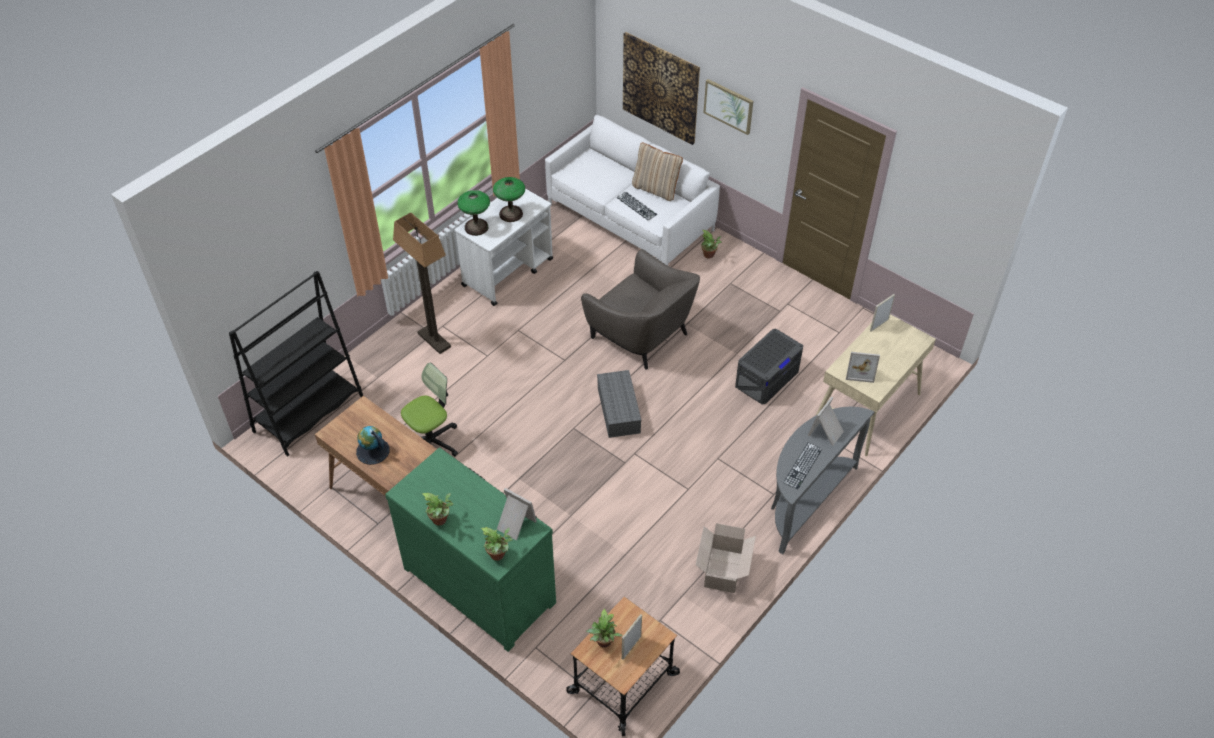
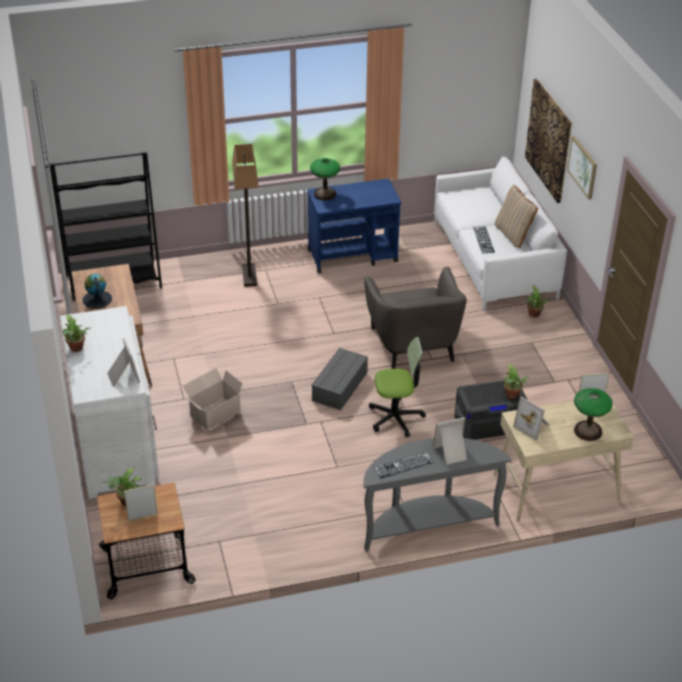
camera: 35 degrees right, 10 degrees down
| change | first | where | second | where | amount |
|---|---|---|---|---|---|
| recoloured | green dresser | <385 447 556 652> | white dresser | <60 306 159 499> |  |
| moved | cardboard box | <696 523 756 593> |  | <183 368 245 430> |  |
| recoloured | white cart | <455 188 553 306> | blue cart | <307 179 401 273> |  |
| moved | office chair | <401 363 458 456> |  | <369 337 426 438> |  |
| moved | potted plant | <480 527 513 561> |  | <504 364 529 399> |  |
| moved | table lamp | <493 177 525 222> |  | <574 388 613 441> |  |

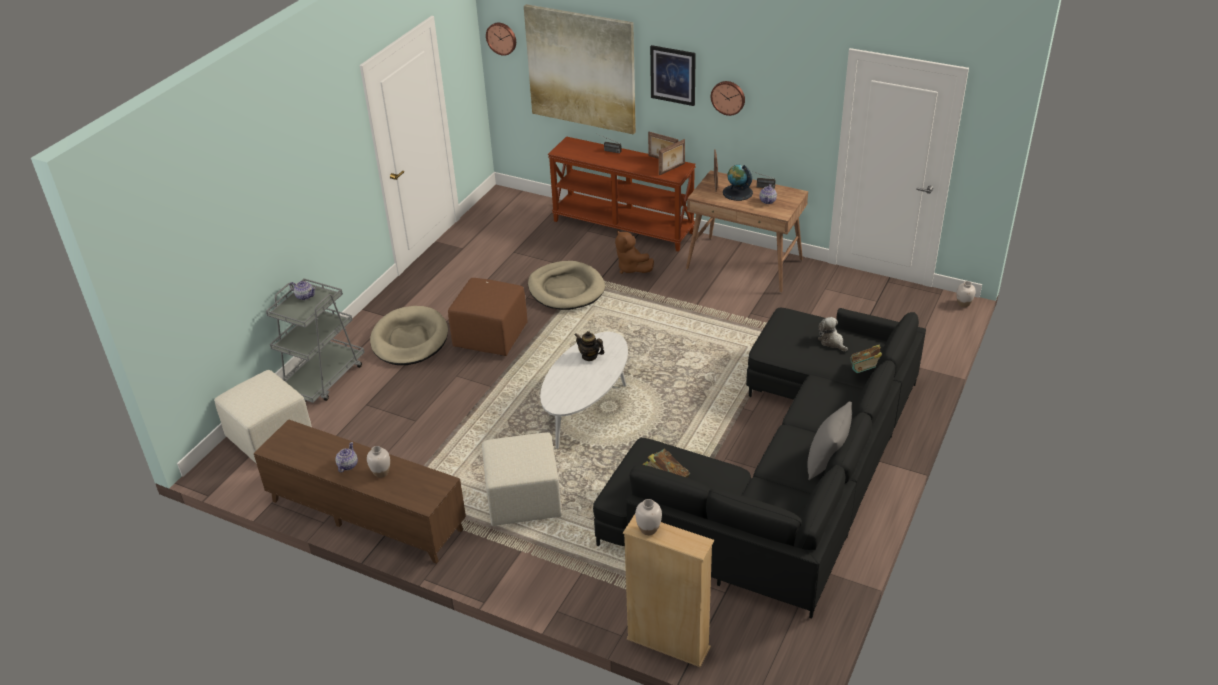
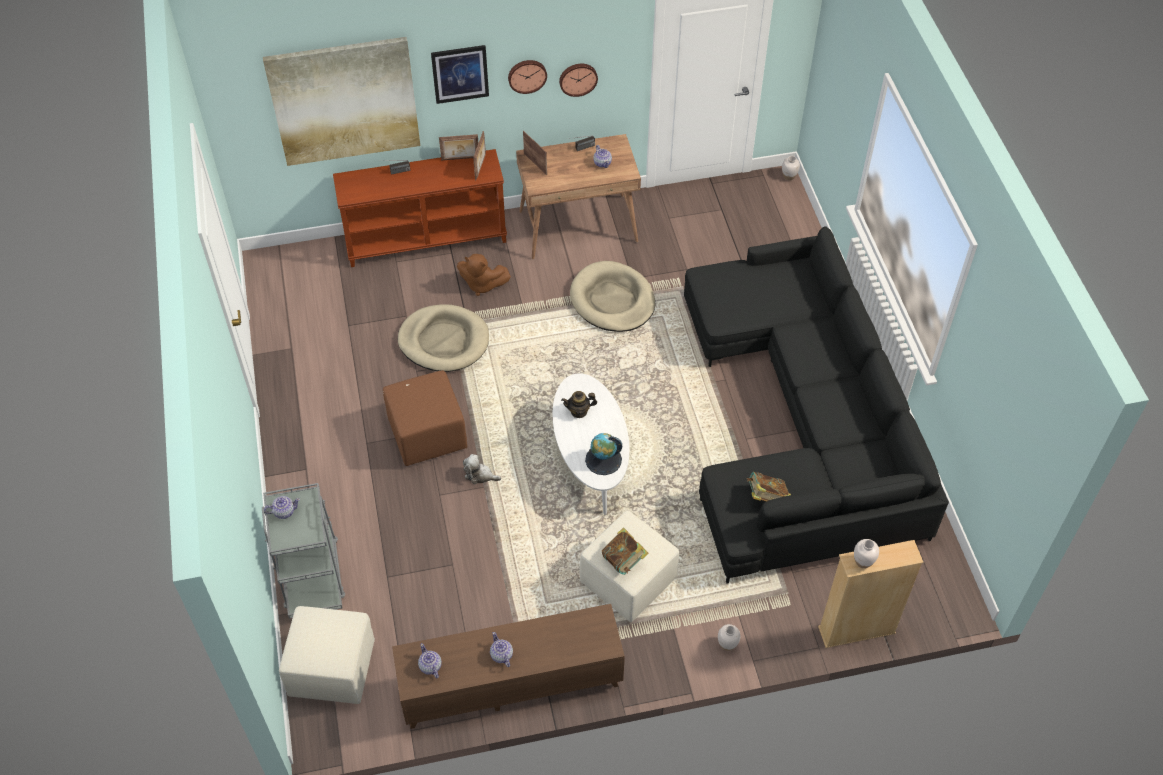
camera: 40 degrees left, 15 degrees up
| change | first | where | second | where | amount |
|---|---|---|---|---|---|
| added |  |  | teapot | <418 643 442 679> |  |
| moved | plush toy | <818 317 848 351> |  | <463 454 501 484> |  |
| moved | wall clock | <486 23 516 56> |  | <559 64 598 97> |  |
| moved | beige dog bed | <370 306 448 365> |  | <570 261 655 332> |  |
| moved | globe | <723 165 753 201> |  | <585 433 622 475> |  |
| moved | book | <851 344 882 373> |  | <602 527 649 575> |  |
| moved | white vase | <367 446 390 478> |  | <718 624 741 651> |  |
| removed | grey pillow | <808 401 852 480> |  |  |  |

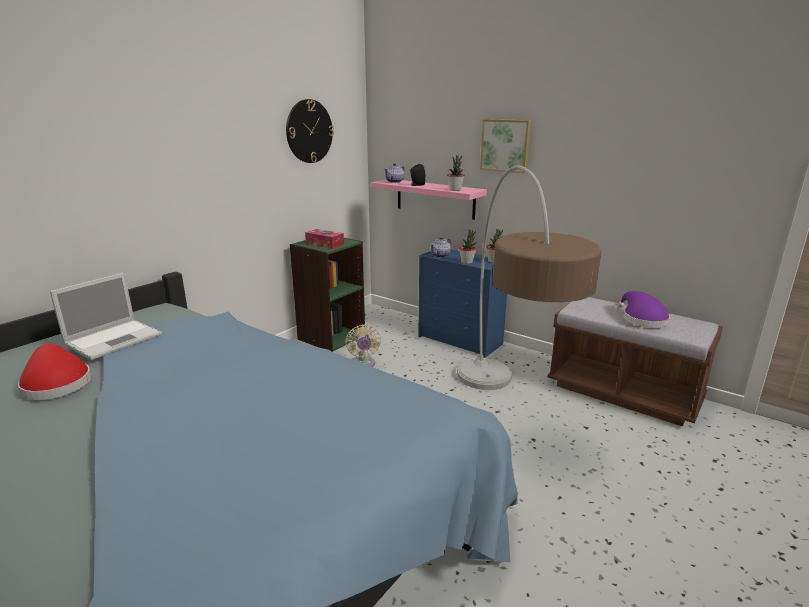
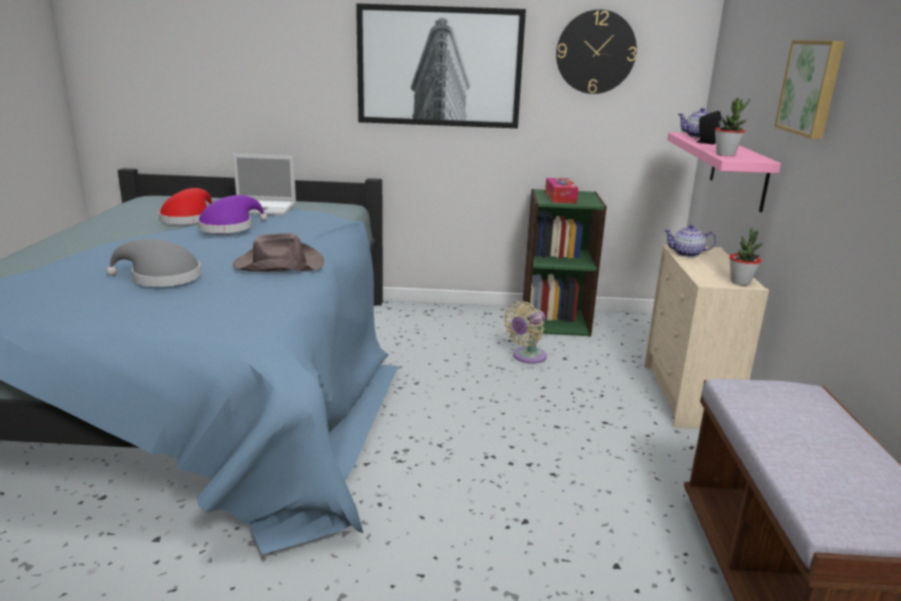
camera: 55 degrees right, 0 degrees up
| change | first | where | second | where | amount |
|---|---|---|---|---|---|
| added |  |  | grey hat | <106 239 201 287> |  |
| moved | purple hat | <618 291 670 328> |  | <198 195 268 233> |  |
| added |  |  | brown hat | <233 233 324 272> |  |
| added |  |  | picture | <356 3 526 128> |  |
| recoloured | blue dresser | <418 250 507 358> | beige dresser | <644 245 769 429> |  |
| removed | floor lamp | <457 166 602 390> |  |  |  |
| removed | potted plant | <459 230 477 264> |  |  |  |

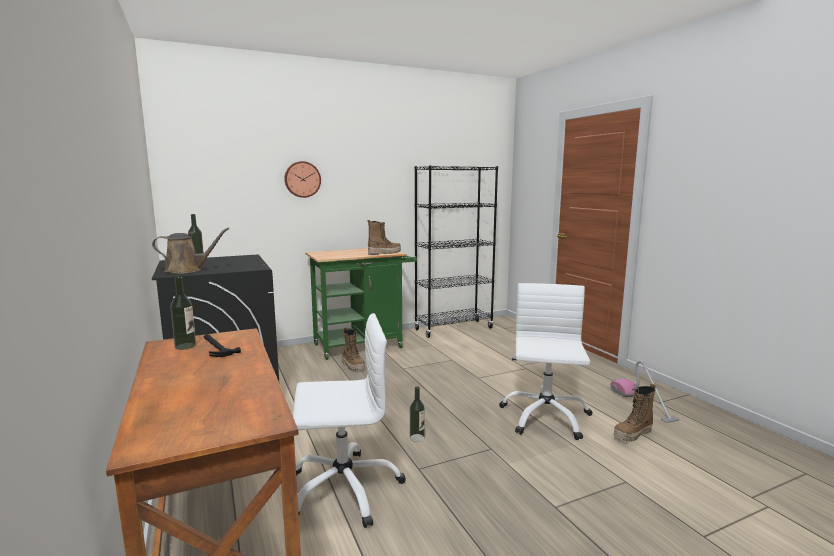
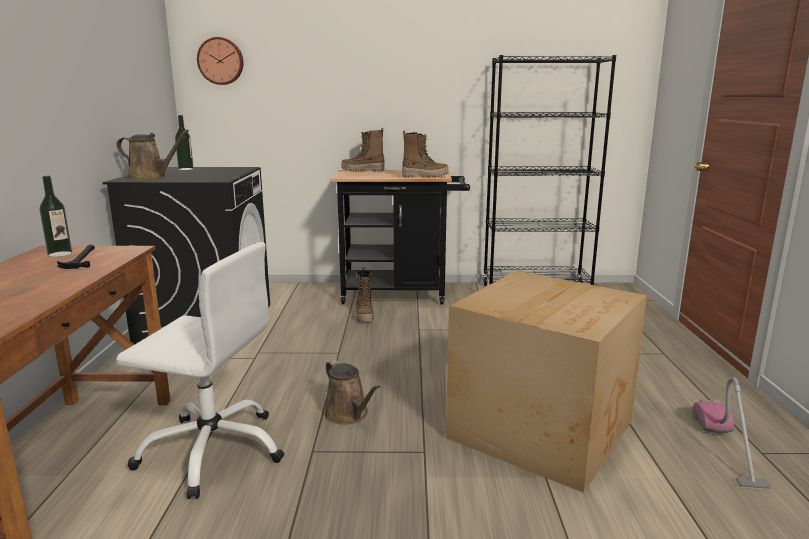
camera: 25 degrees right, 5 degrees up
| change | first | where | second | where | amount |
|---|---|---|---|---|---|
| moved | wall clock | <284 161 321 198> |  | <197 37 243 85> |  |
| replaced | bottle | <410 386 425 442> | brown watering can | <324 360 380 425> |  |
| recoloured | green cart | <305 248 417 360> | black cart | <331 170 470 304> |  |
| moved | boot | <614 383 656 442> |  | <341 128 385 172> |  |
| replaced | white office chair | <499 283 593 440> | cardboard box | <446 271 647 493> |  |

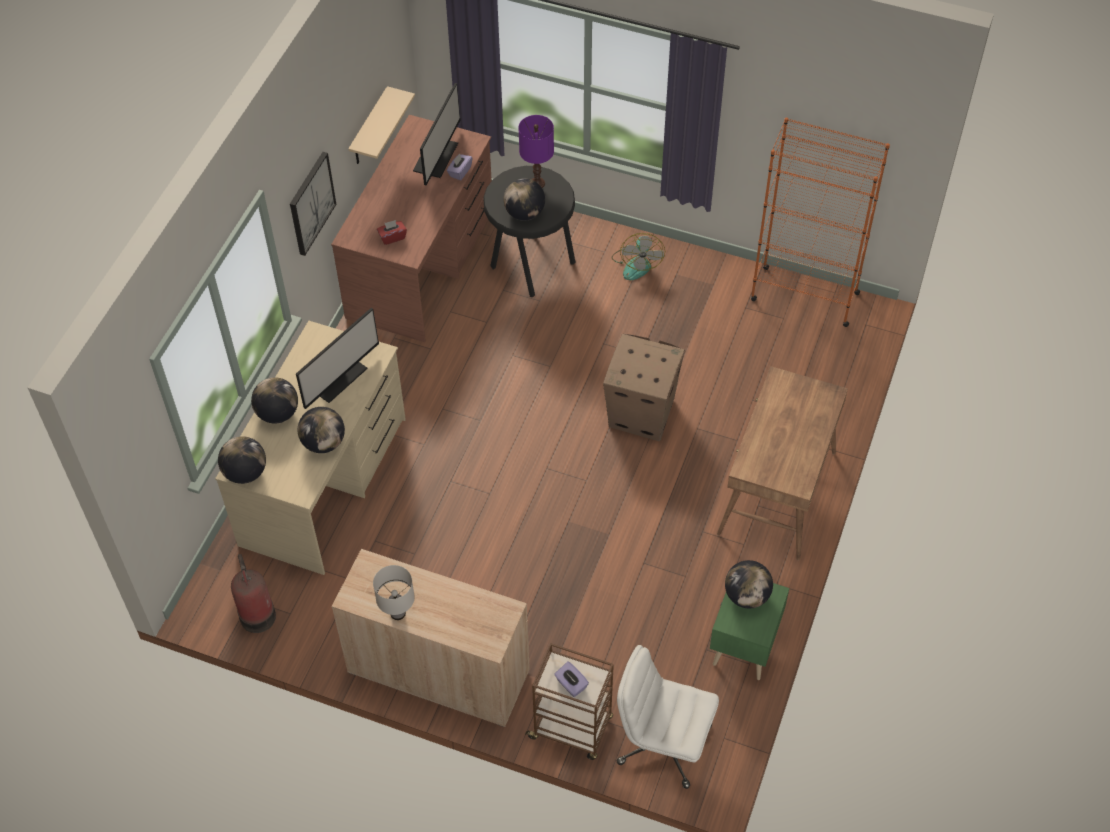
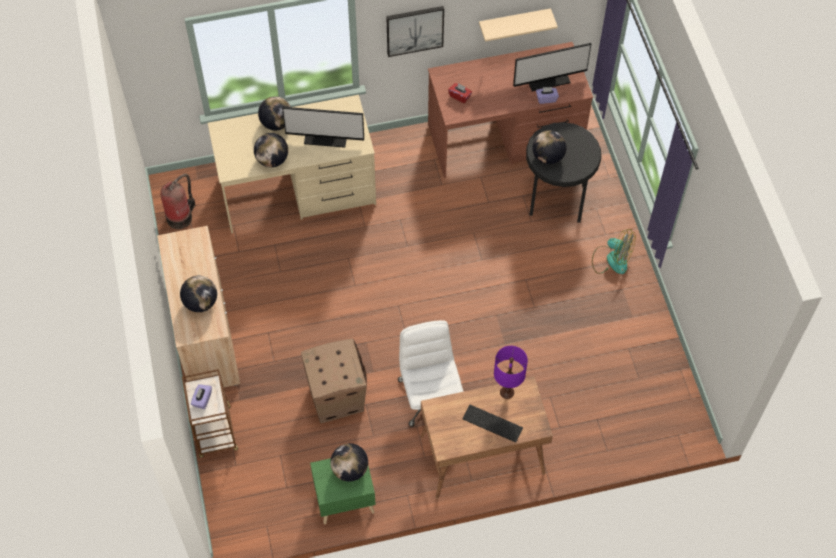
camera: 55 degrees right, 5 degrees up
| change | first | where | second | where | amount |
|---|---|---|---|---|---|
| moved | globe | <218 436 266 484> |  | <180 276 217 312> |  |
| moved | cardboard box | <603 334 685 441> |  | <301 338 367 423> |  |
| moved | white office chair | <617 645 719 789> |  | <398 320 464 427> |  |
| added |  |  | keyboard | <462 405 523 443> |  |
| moved | purple table lamp | <518 115 554 188> |  | <494 346 528 399> |  |
| turned | fan | <612 233 665 280> |  | <592 229 636 274> | 120 degrees counterclockwise |
| removed | white table lamp | <373 565 415 620> |  |  |  |
| removed | orange bookcase | <751 117 890 327> |  |  |  |

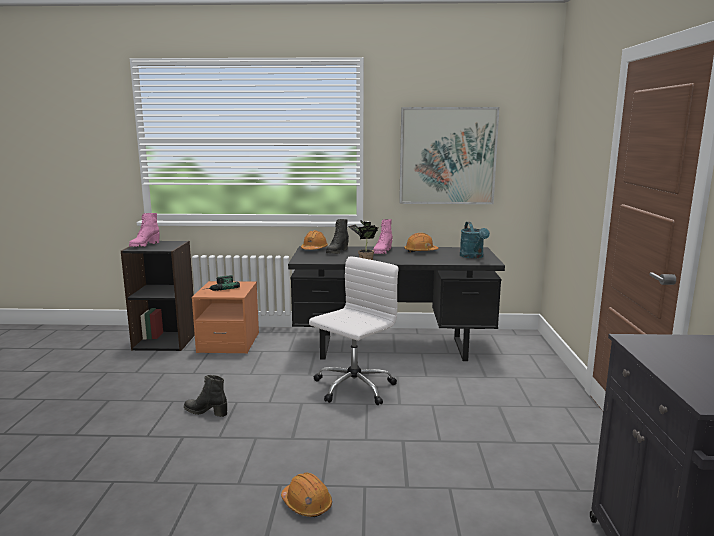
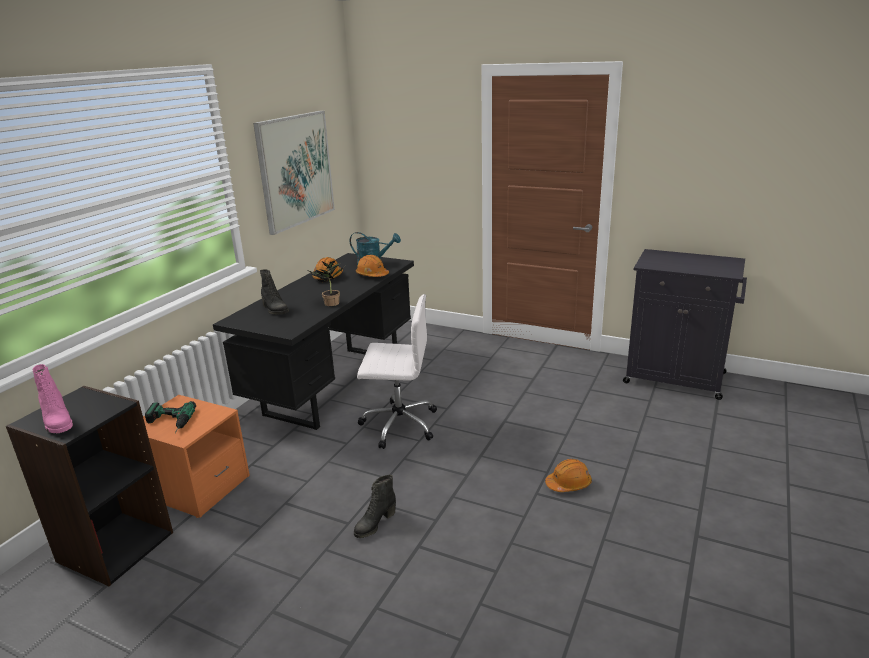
camera: 65 degrees left, 10 degrees up
| change | first | where | second | where | amount |
|---|---|---|---|---|---|
| moved | orange hard hat | <301 230 328 250> |  | <356 255 389 277> |  |
| turned | white office chair | <309 256 398 405> |  | <357 294 437 449> | 120 degrees clockwise |
| removed | pink boot | <373 219 393 254> |  |  |  |

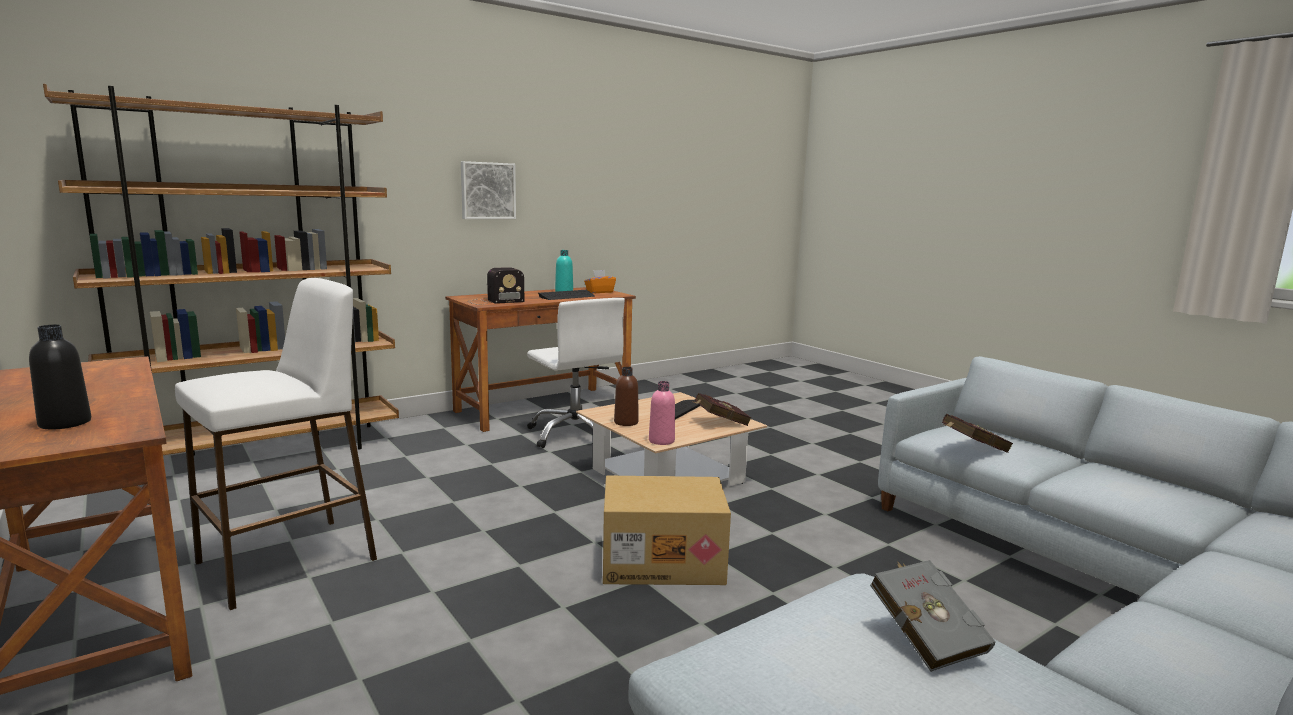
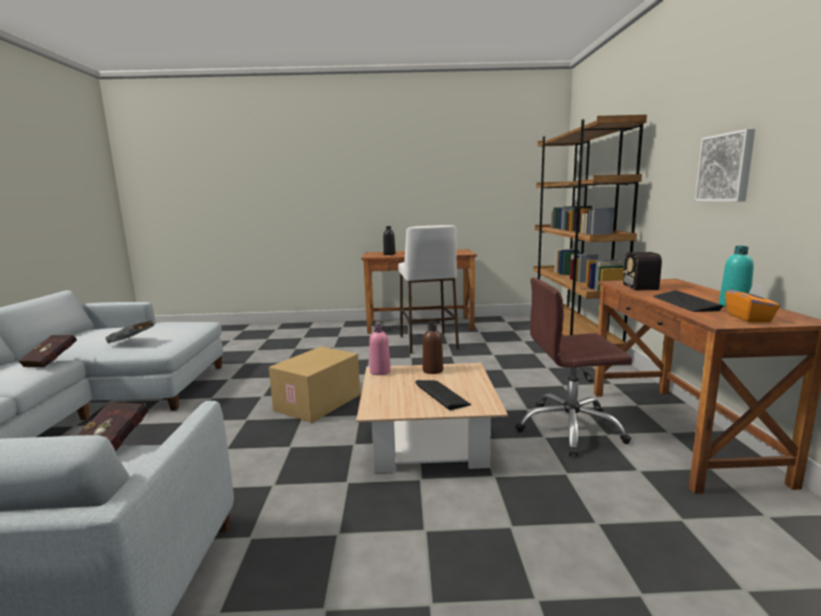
camera: 125 degrees right, 0 degrees up
| change | first | where | second | where | amount |
|---|---|---|---|---|---|
| moved | red book | <691 393 751 426> |  | <18 335 77 367> |  |
| recoloured | white office chair | <527 298 625 448> | brown office chair | <515 278 632 457> |  |

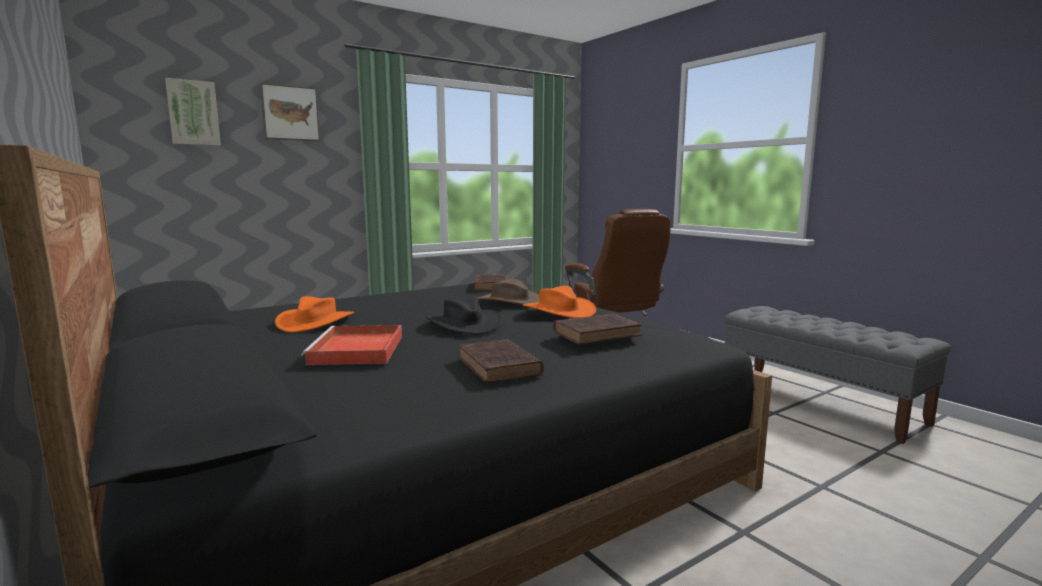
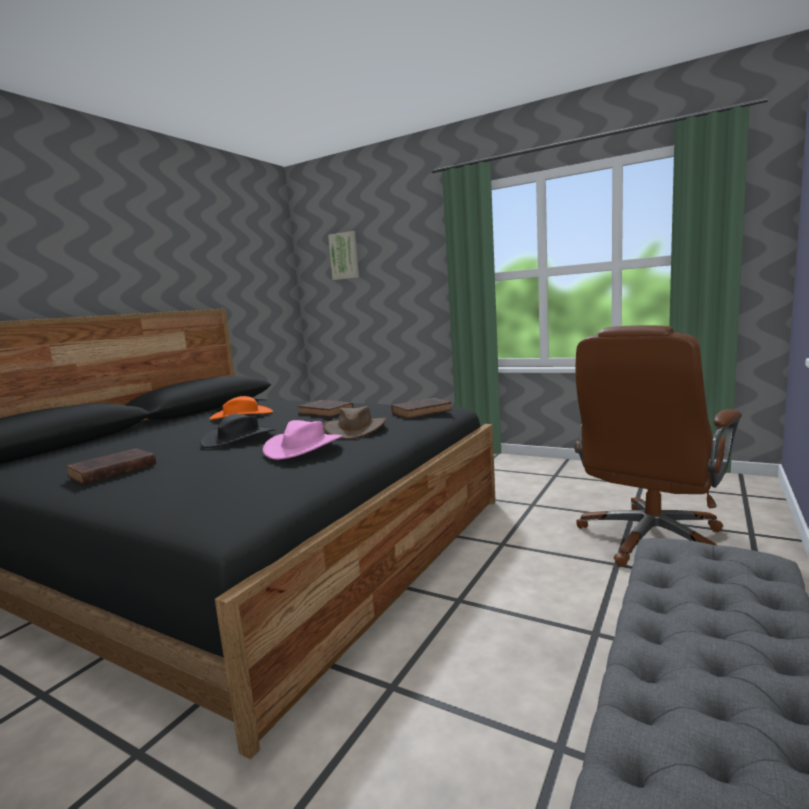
camera: 65 degrees right, 0 degrees up
| change | first | where | second | where | amount |
|---|---|---|---|---|---|
| recoloured | orange hat | <523 286 596 318> | pink hat | <263 420 342 460> |  |
| moved | brown book | <554 314 642 344> |  | <297 400 354 417> |  |
| removed | picture | <260 83 320 141> |  |  |  |
| removed | red tray | <301 325 402 365> |  |  |  |

